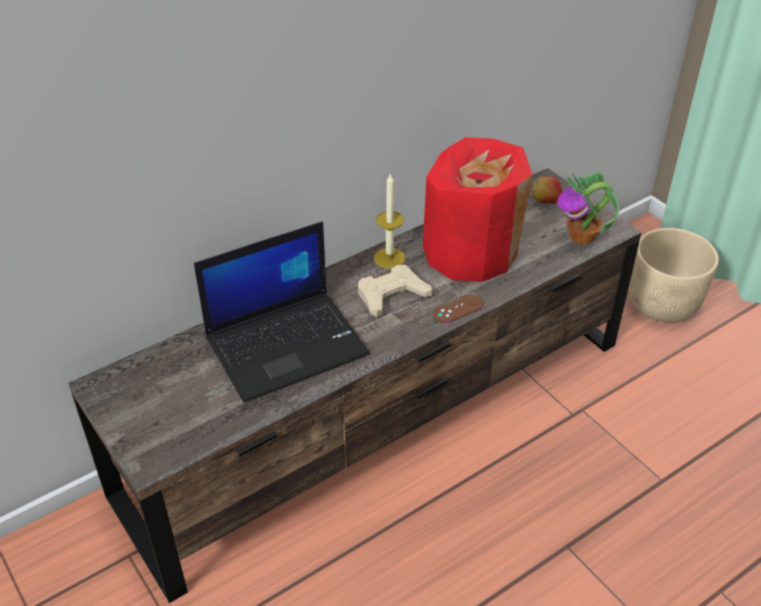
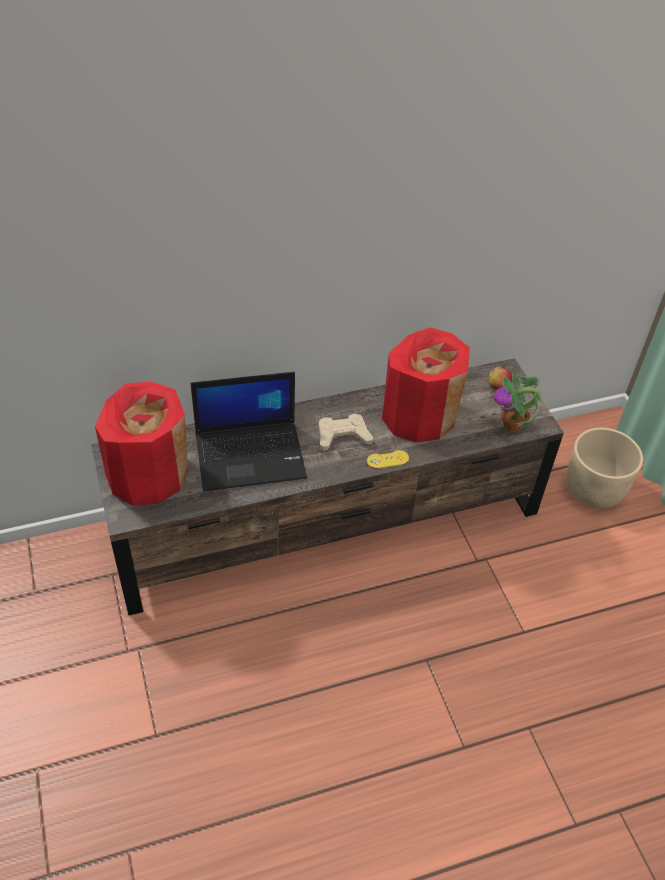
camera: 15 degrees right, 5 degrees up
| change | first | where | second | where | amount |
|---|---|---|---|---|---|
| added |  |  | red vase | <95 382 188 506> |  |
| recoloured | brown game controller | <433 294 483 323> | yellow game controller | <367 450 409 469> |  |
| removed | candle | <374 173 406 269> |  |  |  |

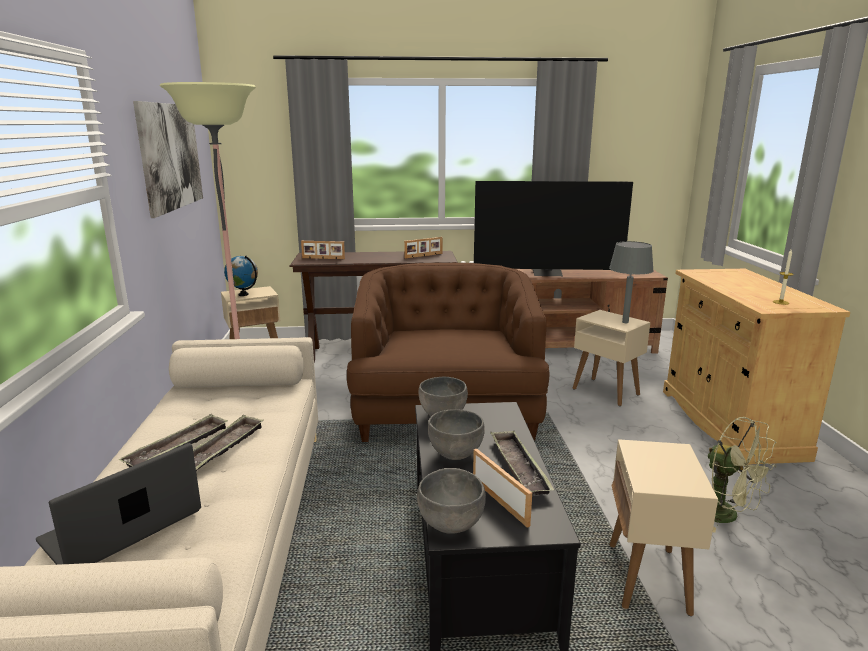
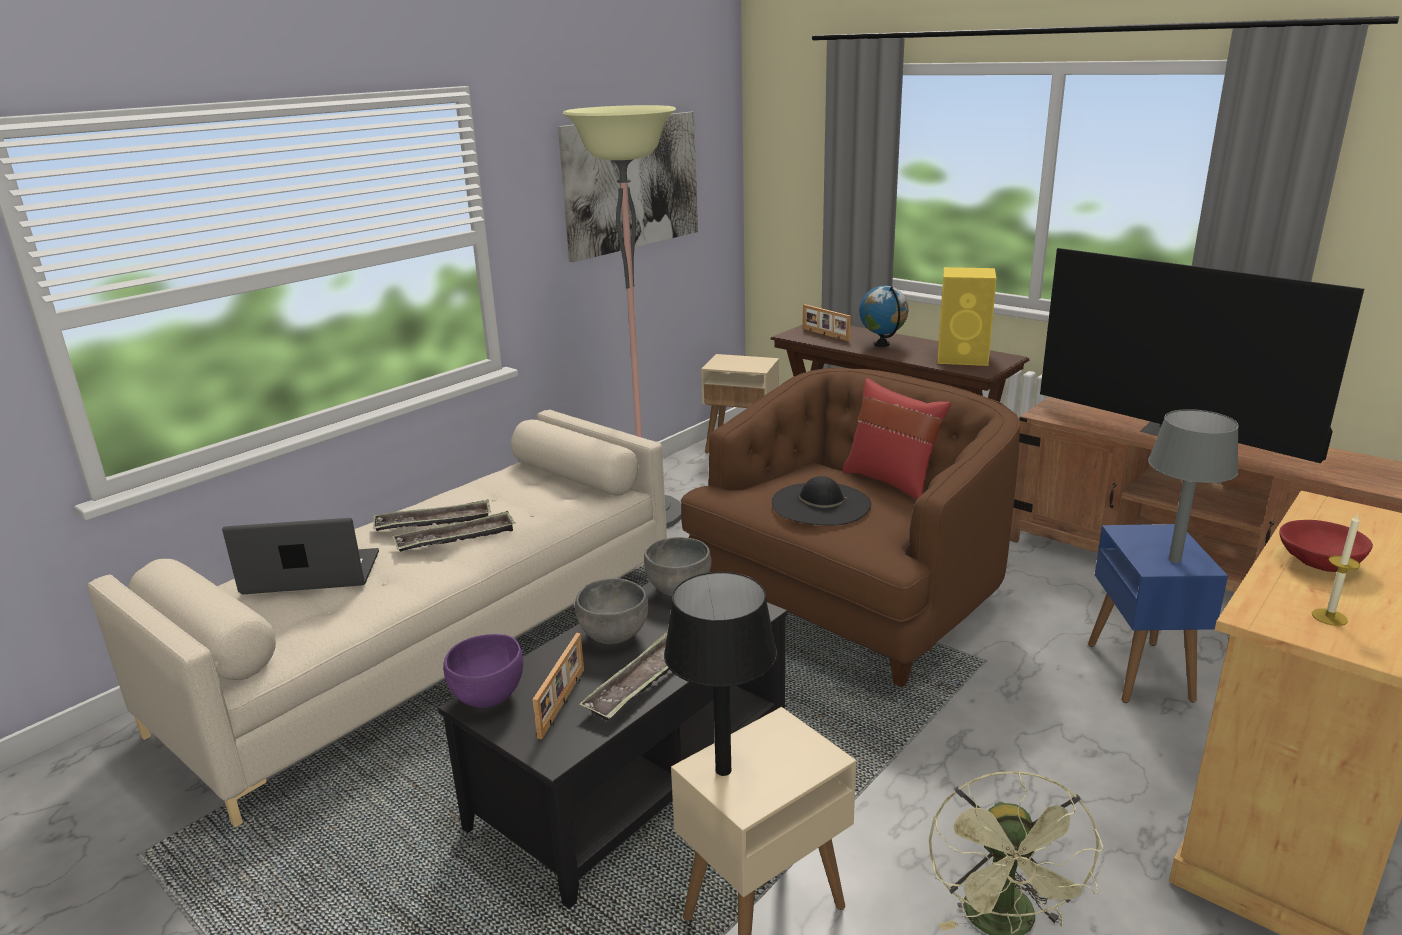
camera: 45 degrees right, 5 degrees up
| change | first | where | second | where | amount |
|---|---|---|---|---|---|
| recoloured | grey bowl | <417 468 486 534> | purple bowl | <443 634 523 708> |  |
| added |  |  | black table lamp | <664 572 777 776> |  |
| added |  |  | black hat | <772 476 871 525> |  |
| added |  |  | red pillow | <842 378 951 500> |  |
| moved | globe | <224 255 258 296> |  | <859 286 908 347> |  |
| replaced | picture frame | <404 237 443 258> | yellow speaker | <937 267 996 366> |  |
| recoloured | beige side table | <572 310 650 406> | blue side table | <1088 524 1228 703> |  |
| added |  |  | red bowl | <1279 520 1373 572> |  |

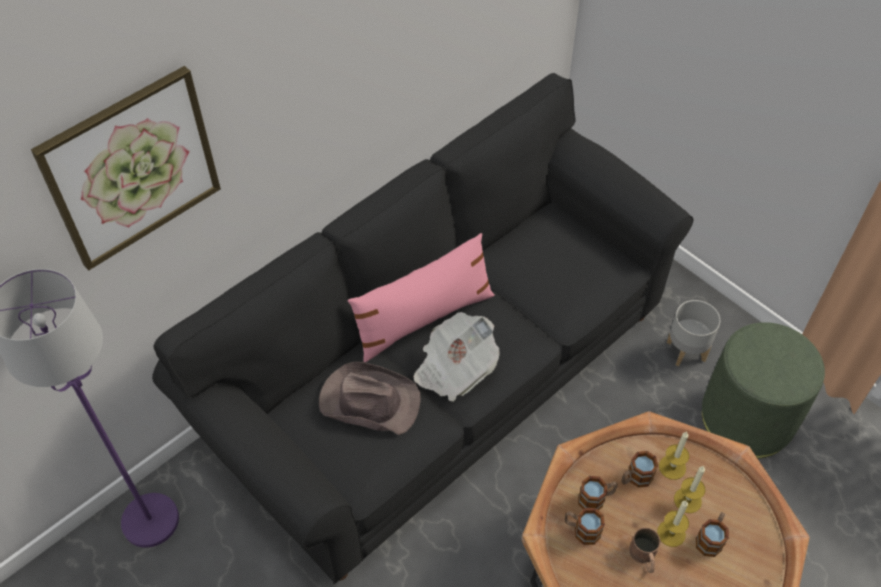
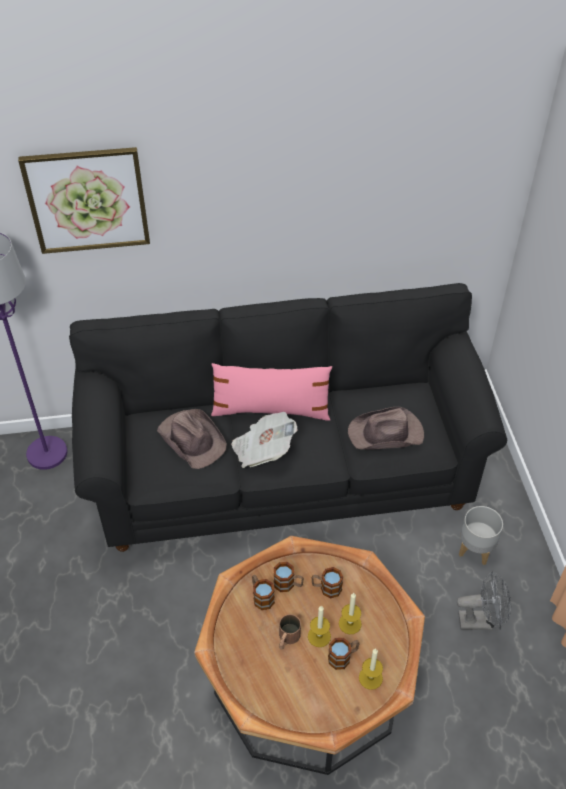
camera: 35 degrees right, 5 degrees down
| change | first | where | second | where | amount |
|---|---|---|---|---|---|
| added |  |  | brown hat | <348 407 424 450> |  |
| moved | candle | <659 432 689 480> |  | <359 649 383 690> |  |
| replaced | green ottoman | <702 322 825 459> | grey fan | <457 570 511 630> |  |

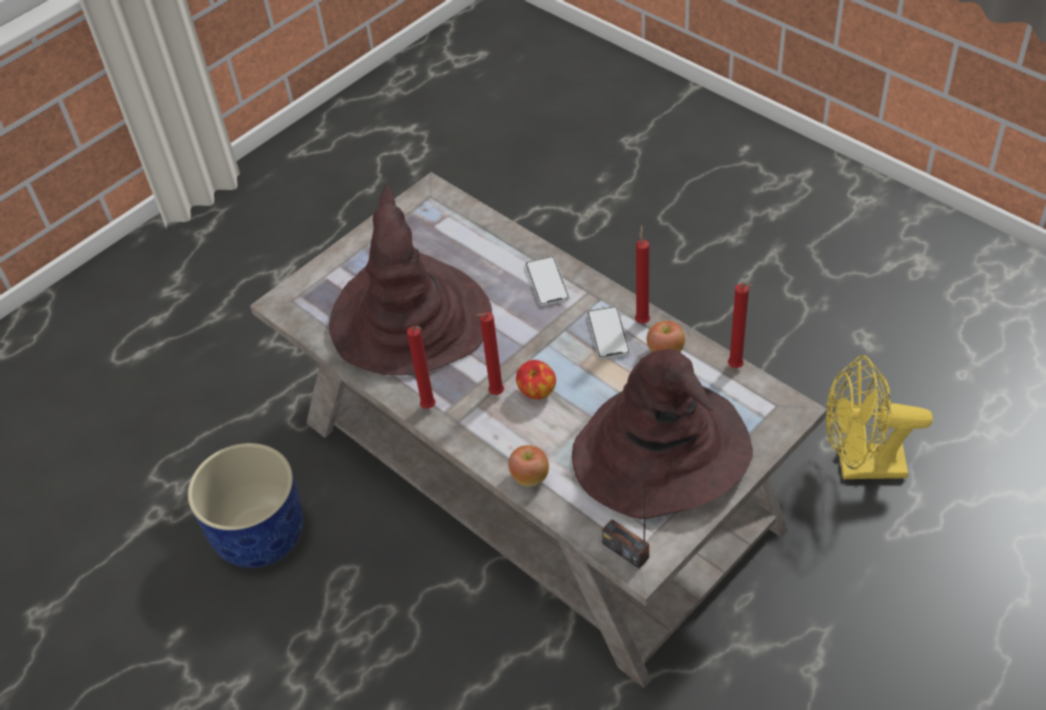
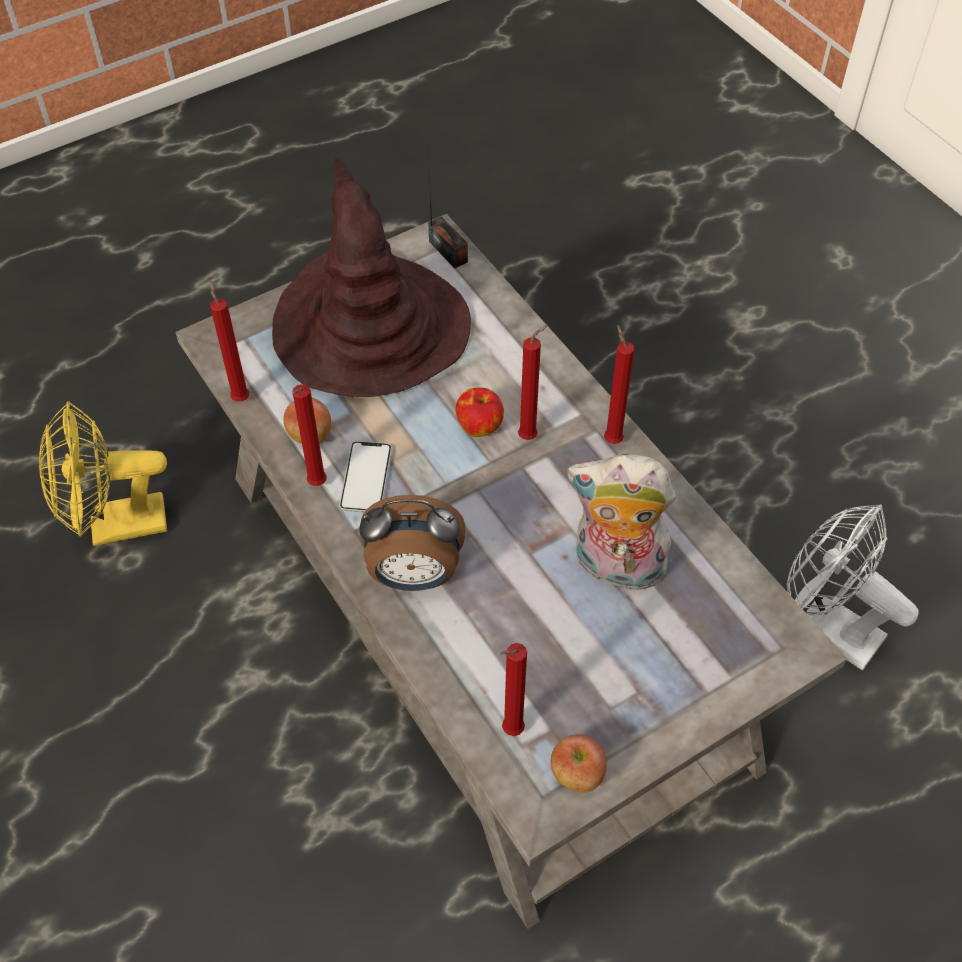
camera: 170 degrees left, 5 degrees up
| change | first | where | second | where | amount |
|---|---|---|---|---|---|
| turned | yellow fan | <826 355 933 479> |  | <39 401 167 546> | 150 degrees clockwise |
| replaced | phone | <525 256 570 306> | alarm clock | <359 495 465 591> |  |
| added |  |  | red candle | <500 643 527 736> |  |
| moved | apple | <508 445 549 487> |  | <550 734 607 793> |  |
| replaced | brown hat | <329 183 492 376> | plush toy | <567 454 676 590> |  |
| replaced | blue planter | <188 443 303 568> | white fan | <786 504 919 670> |  |

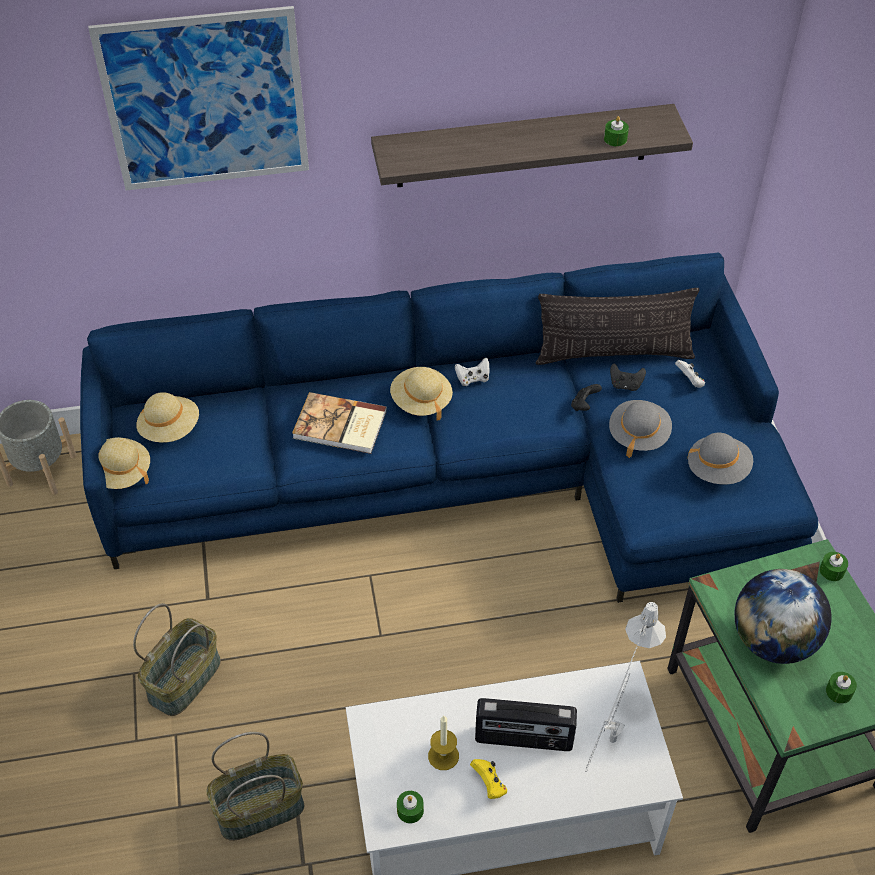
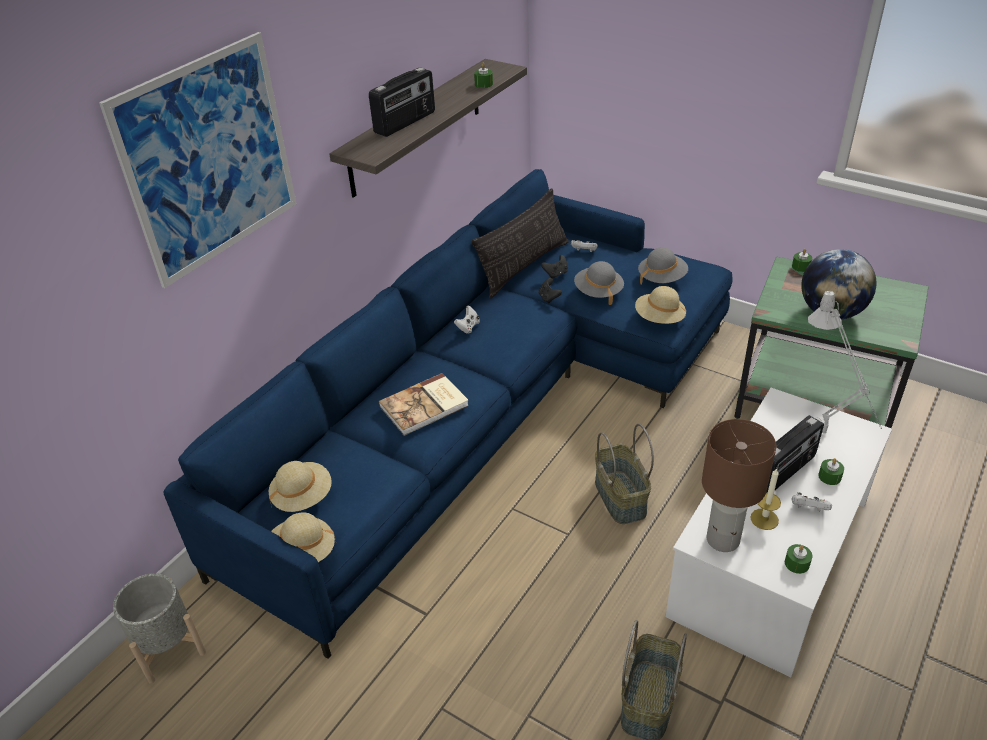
camera: 45 degrees left, 10 degrees down
| change | first | where | second | where | amount |
|---|---|---|---|---|---|
| added |  |  | radio | <369 67 435 137> |  |
| moved | basket | <133 603 221 716> |  | <595 424 654 524> |  |
| moved | beige hat | <390 367 453 421> |  | <635 286 686 324> |  |
| added |  |  | brown table lamp | <702 419 776 552> |  |
| recoloured | yellow game controller | <470 759 507 799> | white game controller | <792 492 832 511> |  |
| moved | green candle | <826 672 857 704> |  | <818 458 844 485> |  |

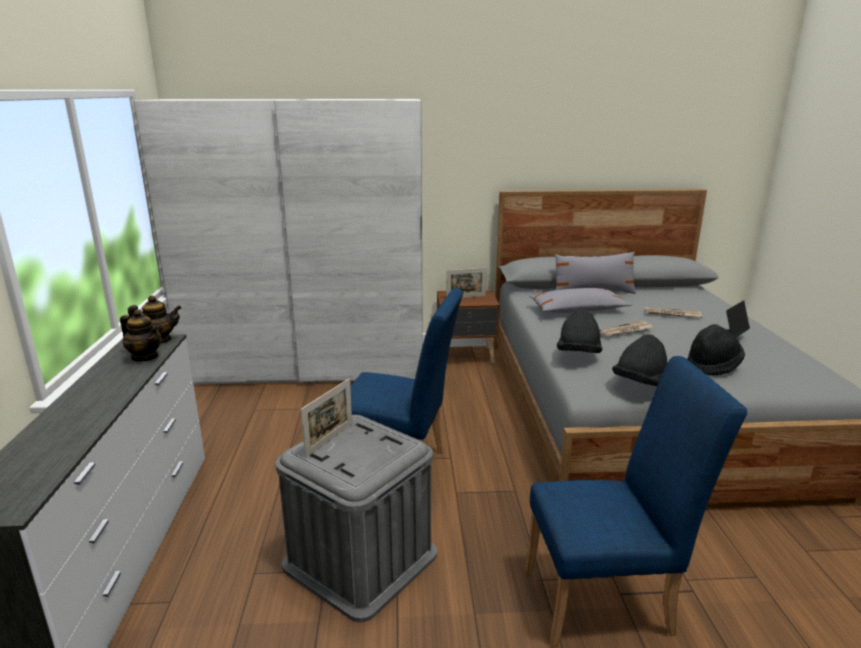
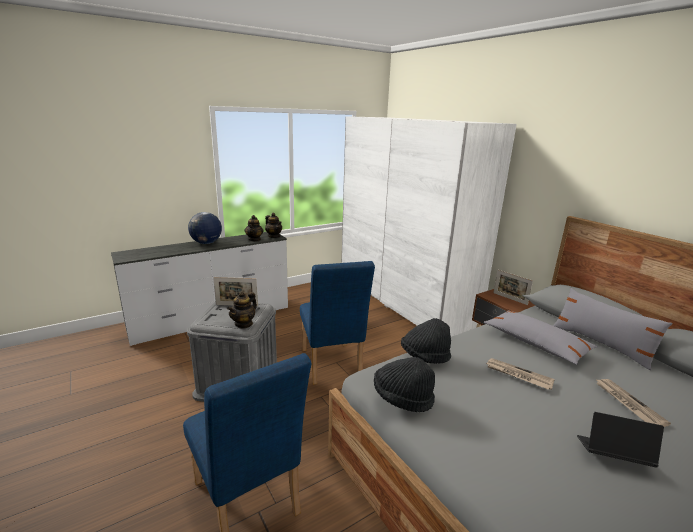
camera: 60 degrees right, 0 degrees up
| change | first | where | second | where | amount |
|---|---|---|---|---|---|
| added |  |  | globe | <188 212 222 244> |  |
| added |  |  | teapot | <227 291 257 329> |  |
| removed | black hat | <688 324 745 376> |  |  |  |

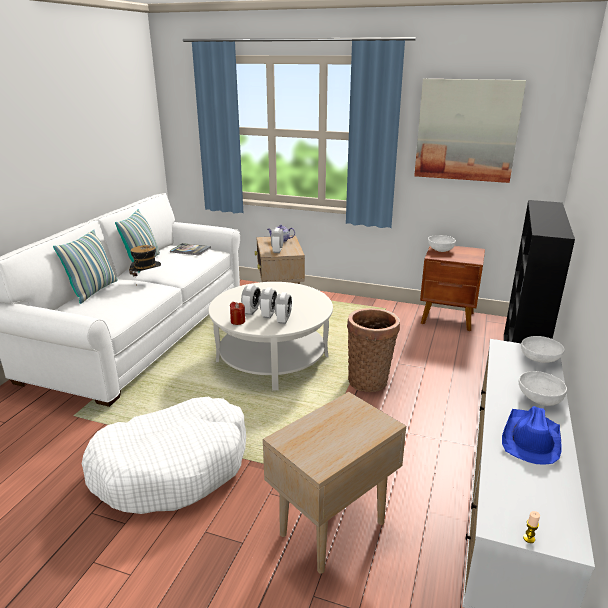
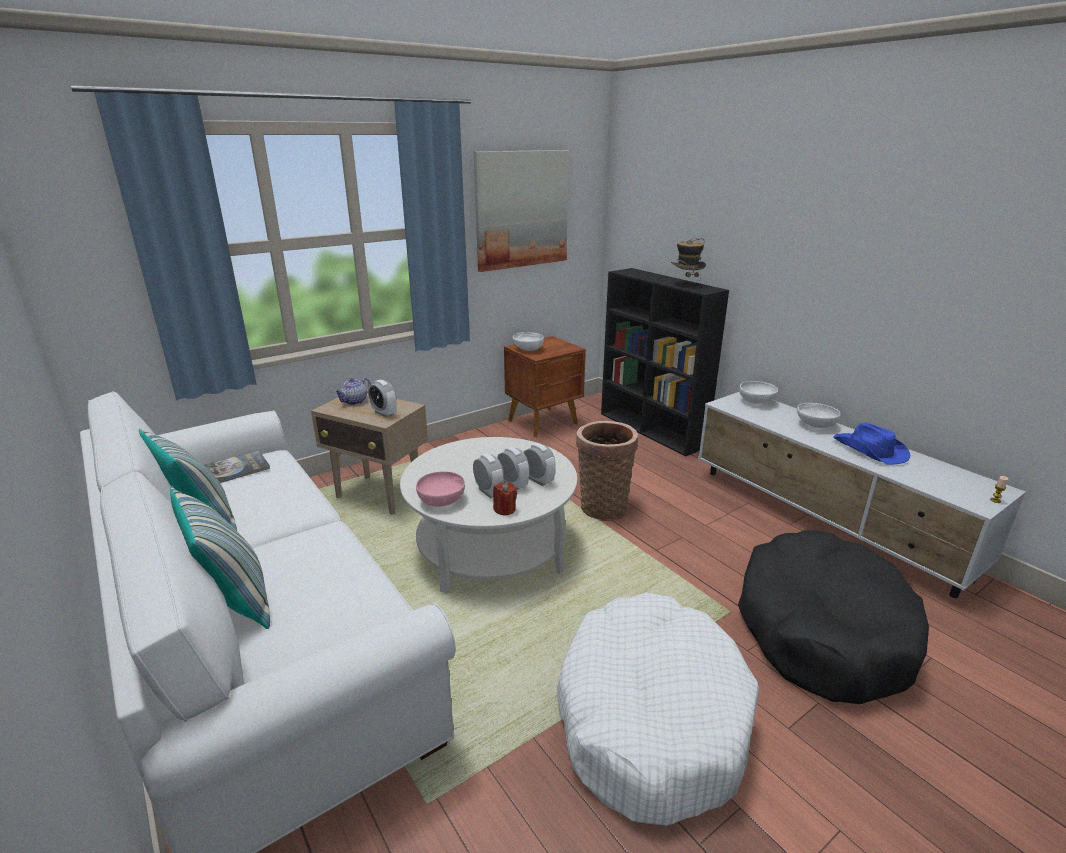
camera: 55 degrees left, 0 degrees up
| change | first | where | second | where | amount |
|---|---|---|---|---|---|
| added |  |  | pink bowl | <416 471 465 507> |  |
| moved | hat | <129 245 161 286> |  | <671 238 706 277> |  |
| replaced | beige side table | <263 392 406 574> | black dog bed | <738 530 929 704> |  |

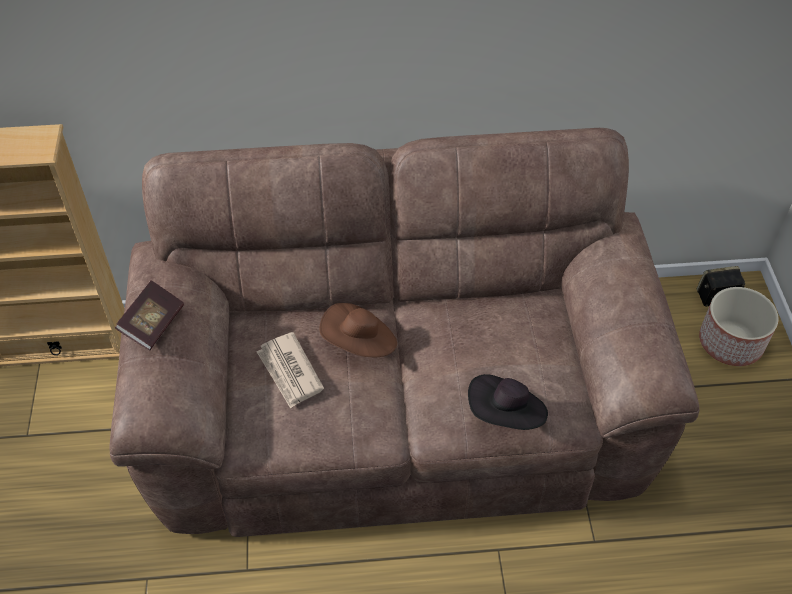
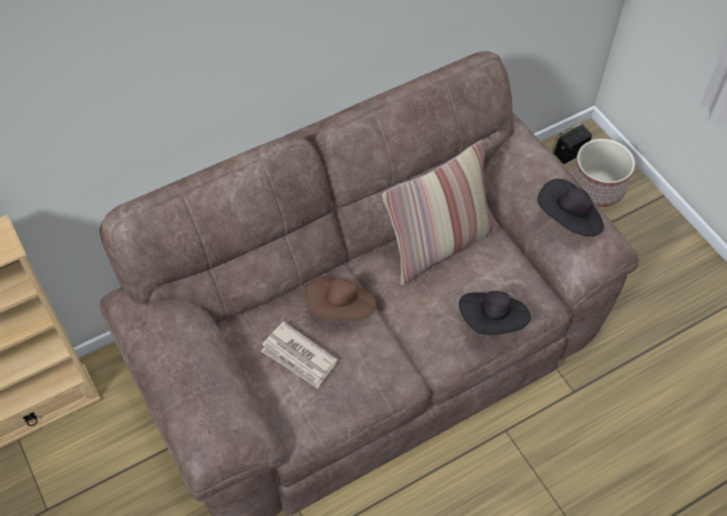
camera: 25 degrees left, 5 degrees up
| change | first | where | second | where | amount |
|---|---|---|---|---|---|
| added |  |  | pillow | <382 140 497 285> |  |
| added |  |  | black hat | <538 179 604 236> |  |
| removed | book | <115 280 184 351> |  |  |  |

